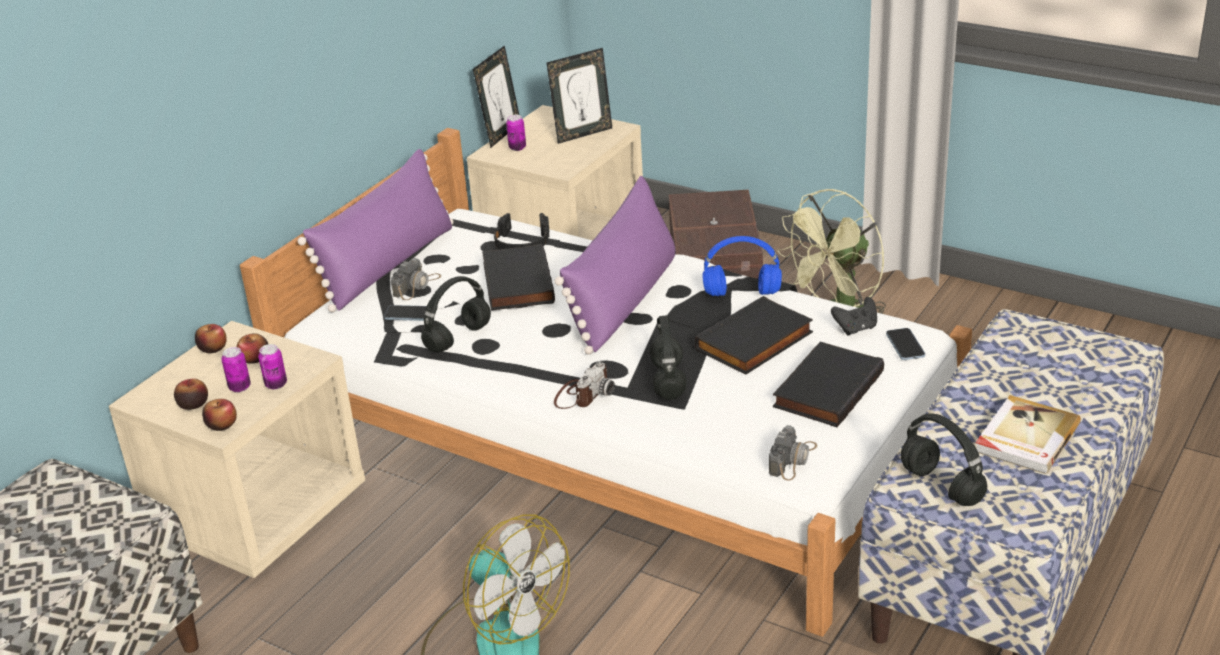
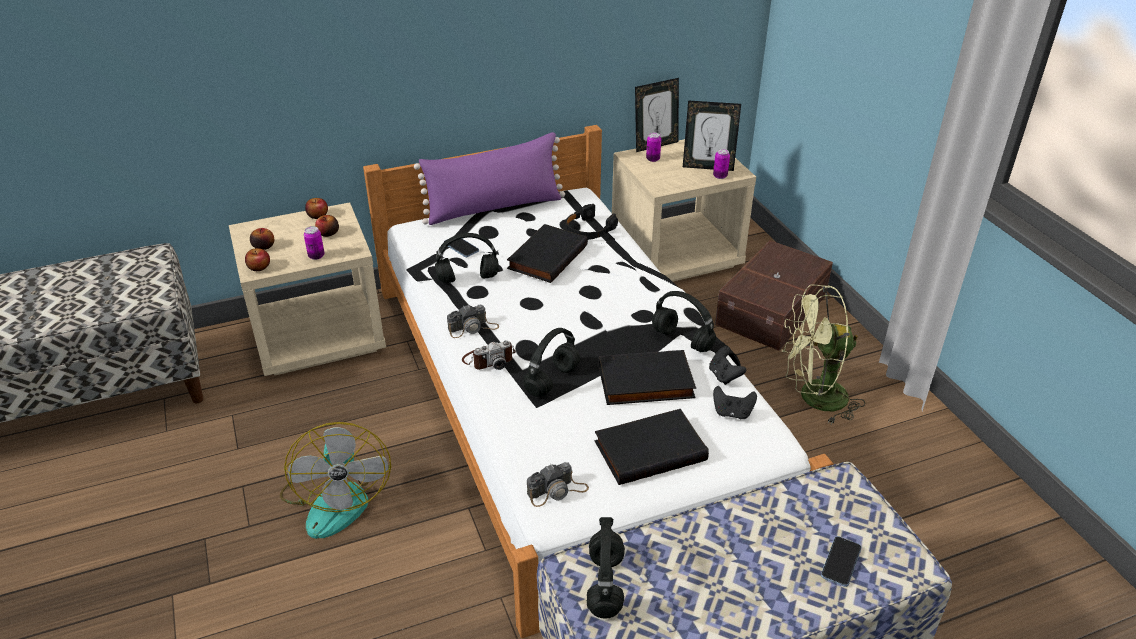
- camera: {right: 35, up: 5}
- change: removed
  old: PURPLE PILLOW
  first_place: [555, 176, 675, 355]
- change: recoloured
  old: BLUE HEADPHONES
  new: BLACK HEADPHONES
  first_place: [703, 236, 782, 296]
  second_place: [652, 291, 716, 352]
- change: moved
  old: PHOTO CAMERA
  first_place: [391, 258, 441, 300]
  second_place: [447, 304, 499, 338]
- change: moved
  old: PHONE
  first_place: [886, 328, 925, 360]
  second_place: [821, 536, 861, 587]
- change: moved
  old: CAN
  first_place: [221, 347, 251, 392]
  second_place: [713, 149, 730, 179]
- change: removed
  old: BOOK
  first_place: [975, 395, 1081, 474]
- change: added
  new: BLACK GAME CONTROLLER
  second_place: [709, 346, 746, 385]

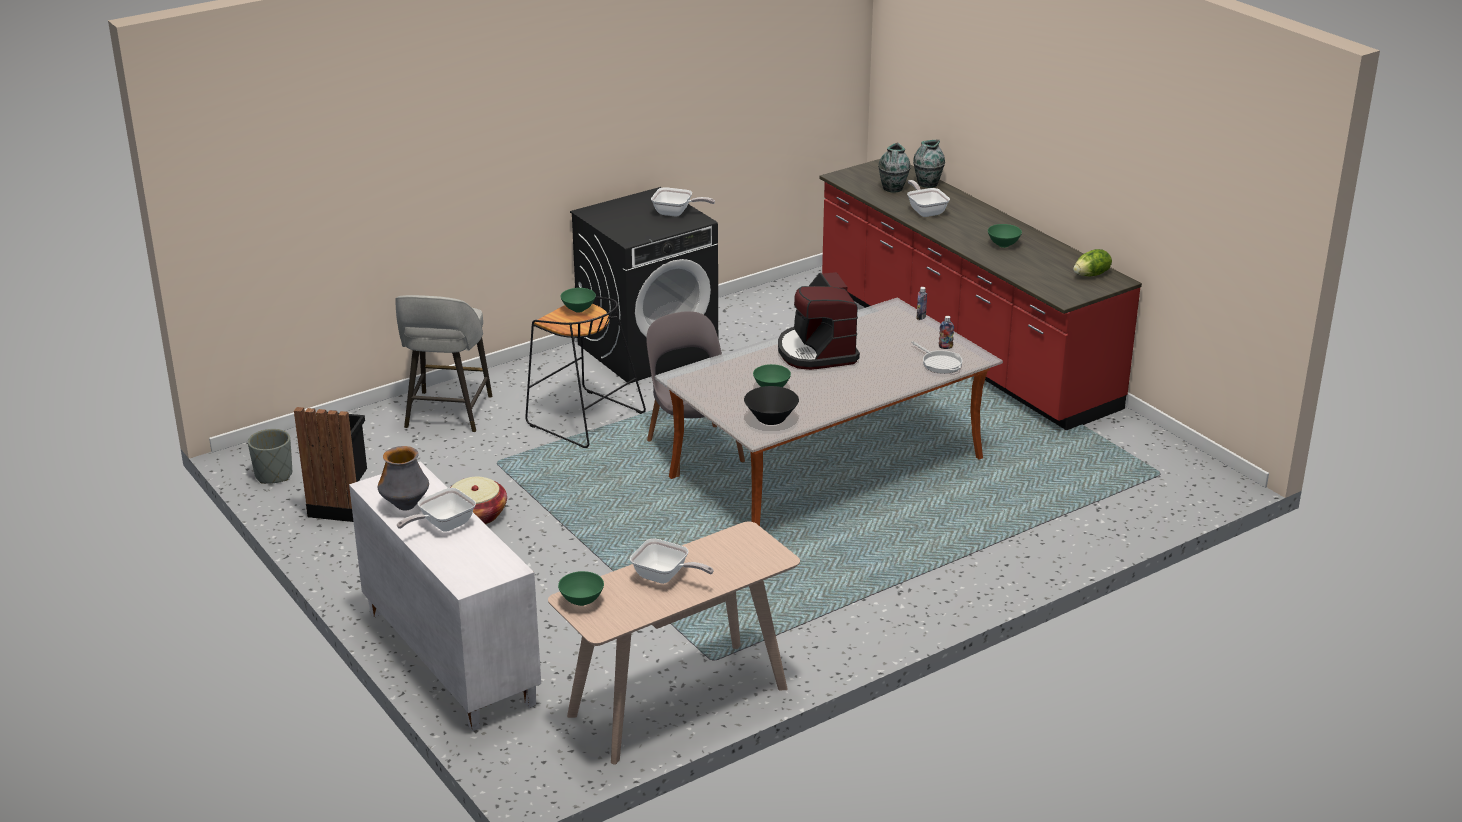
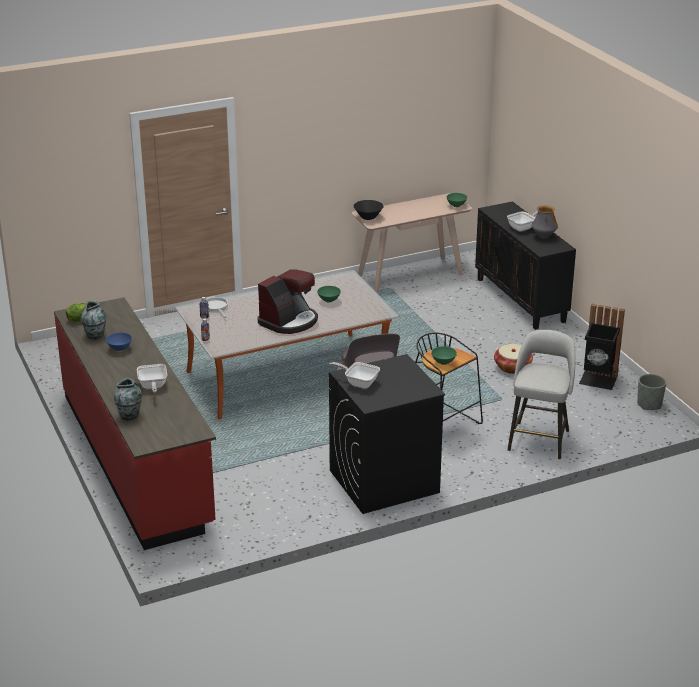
- camera: {right: -170, up: 0}
- change: moved
  old: VASE
  first_place: [878, 142, 911, 193]
  second_place: [81, 301, 106, 340]
- change: recoloured
  old: GREEN BOWL
  new: BLUE BOWL
  first_place: [988, 224, 1022, 248]
  second_place: [106, 332, 132, 351]
- change: turned
  old: COFFEE MACHINE
  first_place: [778, 272, 860, 370]
  second_place: [257, 270, 318, 334]
  degrees: 45
- change: moved
  old: BLACK BOWL
  first_place: [744, 386, 799, 425]
  second_place: [354, 200, 384, 220]
- change: recoloured
  old: WHITE CABINET
  new: BLACK CABINET
  first_place: [349, 461, 541, 731]
  second_place: [475, 201, 576, 330]
- change: removed
  old: FRYING PAN
  first_place: [630, 538, 714, 584]

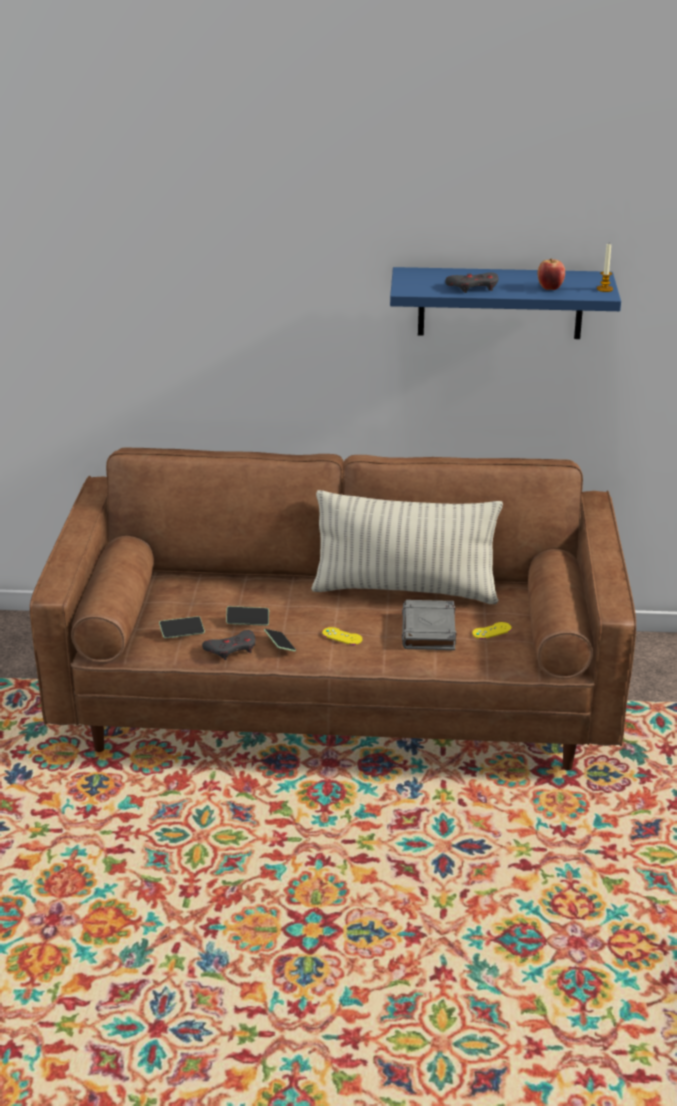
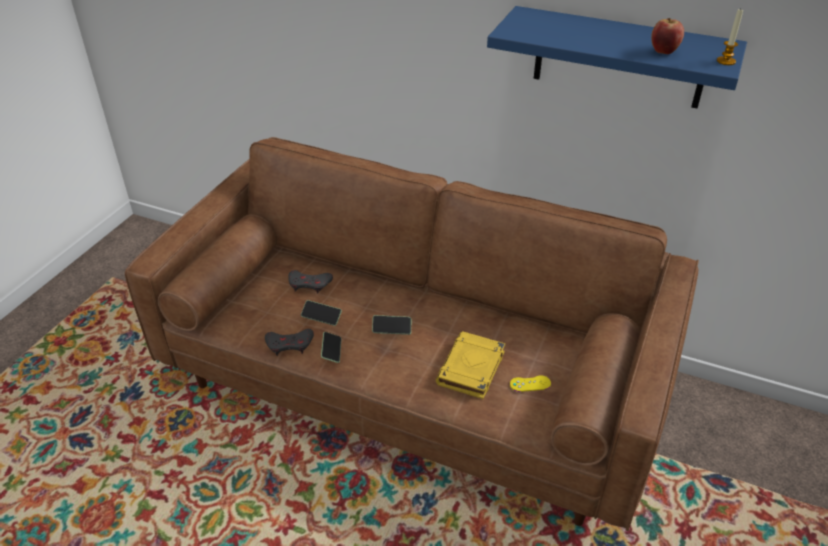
- camera: {right: 20, up: 10}
- change: moved
  old: GREY GAME CONTROLLER
  first_place: [445, 273, 499, 293]
  second_place: [288, 270, 333, 293]
- change: removed
  old: PILLOW
  first_place: [311, 490, 503, 604]
- change: recoloured
  old: GREY BOOK
  new: YELLOW BOOK
  first_place: [402, 600, 456, 650]
  second_place: [436, 331, 505, 399]
- change: moved
  old: PHONE
  first_place: [159, 616, 205, 638]
  second_place: [372, 315, 411, 335]
- change: removed
  old: YELLOW GAME CONTROLLER
  first_place: [322, 627, 362, 645]

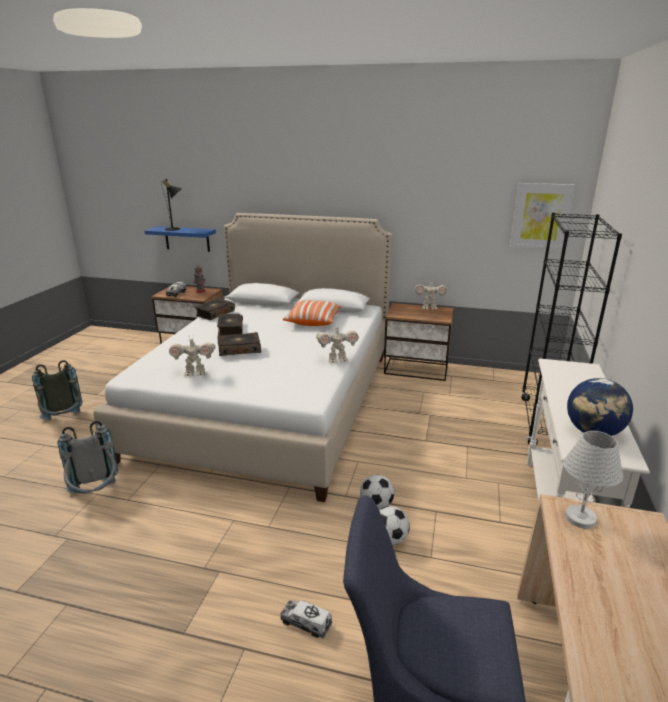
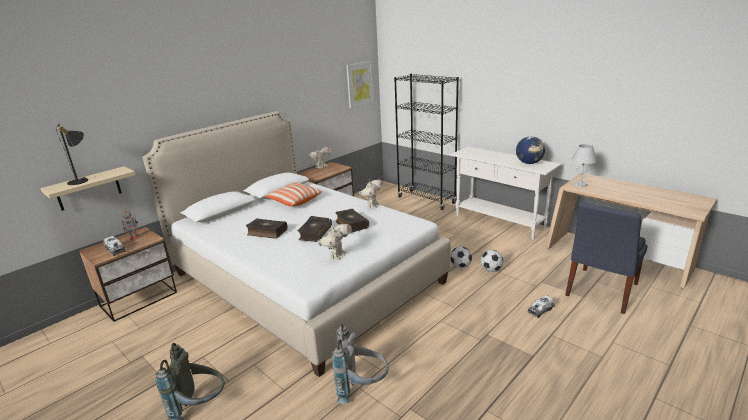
- camera: {right: -60, up: 0}
- change: recoloured
  old: BLUE SHELF
  new: BEIGE SHELF
  first_place: [144, 226, 216, 252]
  second_place: [40, 166, 136, 211]
- change: moved
  old: BOOK
  first_place: [195, 298, 235, 320]
  second_place: [335, 209, 369, 233]

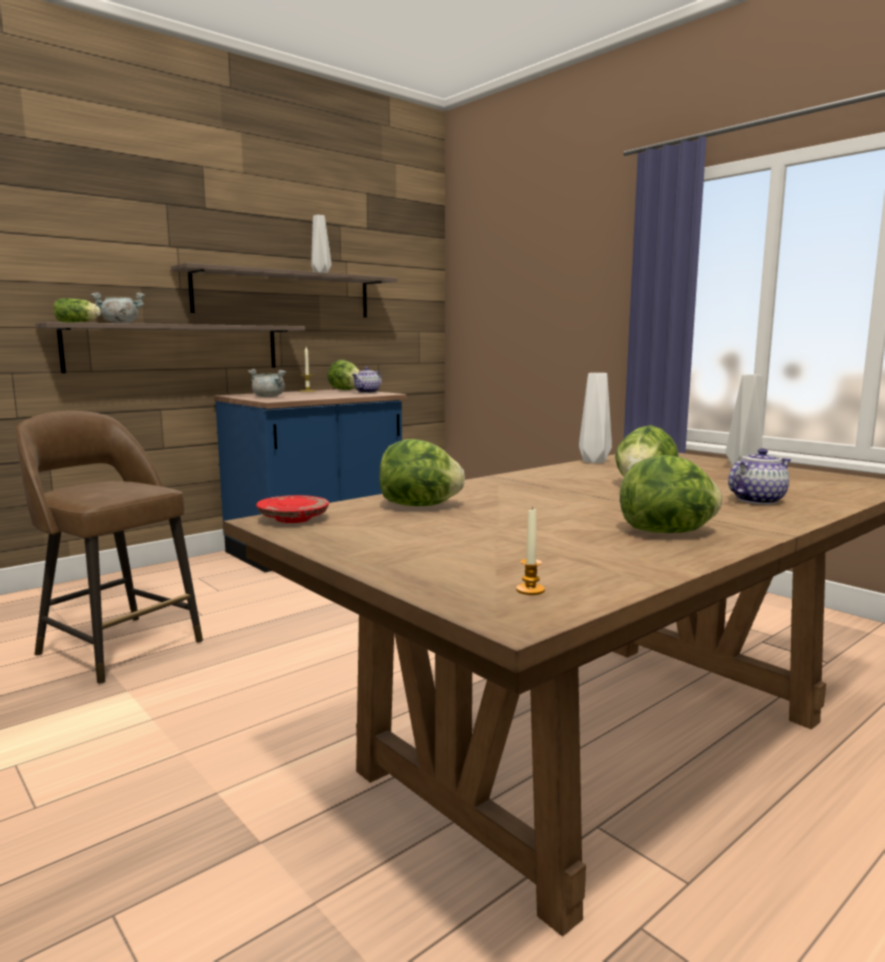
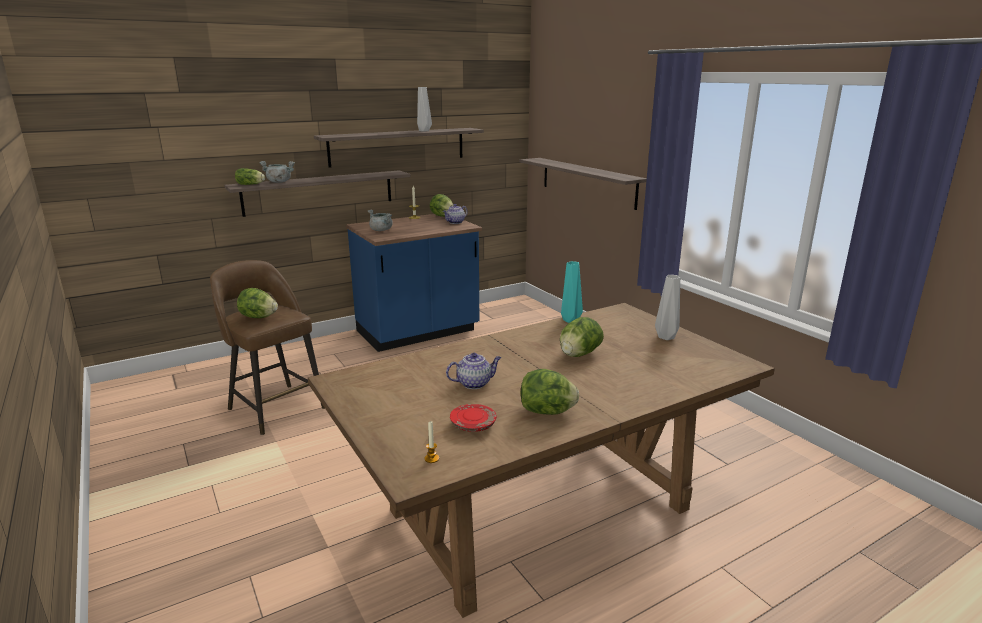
- camera: {right: 10, up: 10}
- change: recoloured
  old: WHITE VASE
  new: TURQUOISE VASE
  first_place: [579, 373, 612, 463]
  second_place: [561, 261, 583, 323]
- change: moved
  old: LETTUCE
  first_place: [379, 439, 465, 506]
  second_place: [237, 288, 278, 318]
- change: moved
  old: TEAPOT
  first_place: [728, 448, 791, 504]
  second_place: [446, 353, 501, 389]
- change: moved
  old: RED PLATE
  first_place: [256, 495, 329, 523]
  second_place: [450, 404, 497, 432]
- change: added
  new: SHELF
  second_place: [519, 158, 647, 210]

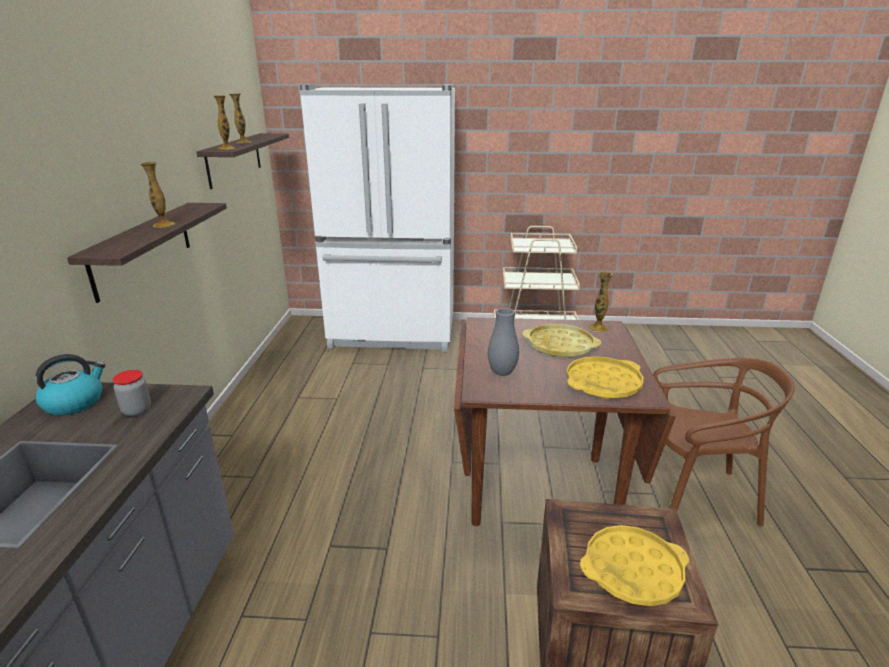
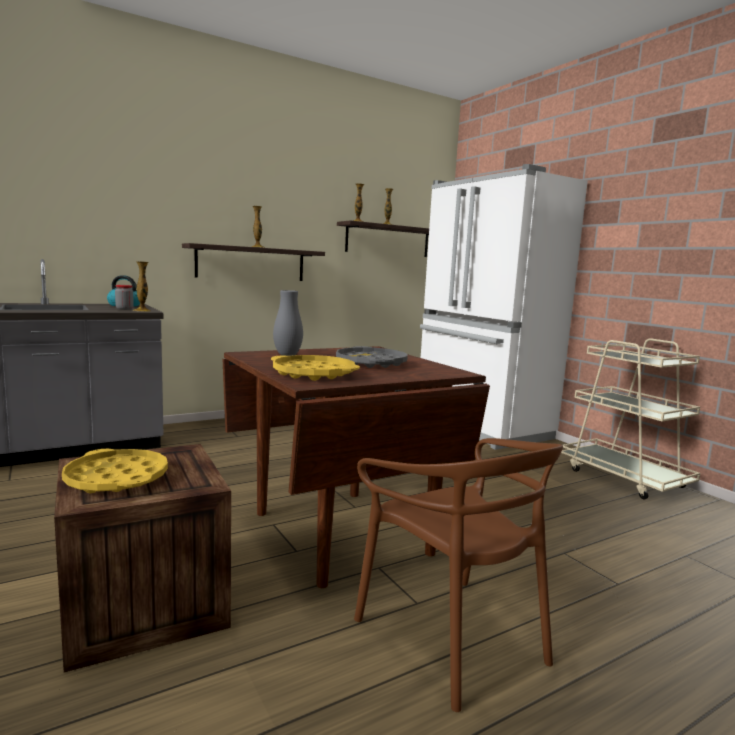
- camera: {right: 55, up: -15}
- change: moved
  old: VASE
  first_place: [589, 272, 613, 332]
  second_place: [133, 261, 151, 312]
- change: recoloured
  old: YELLOW TRAY
  new: GREY TRAY
  first_place: [522, 324, 601, 358]
  second_place: [336, 346, 408, 368]

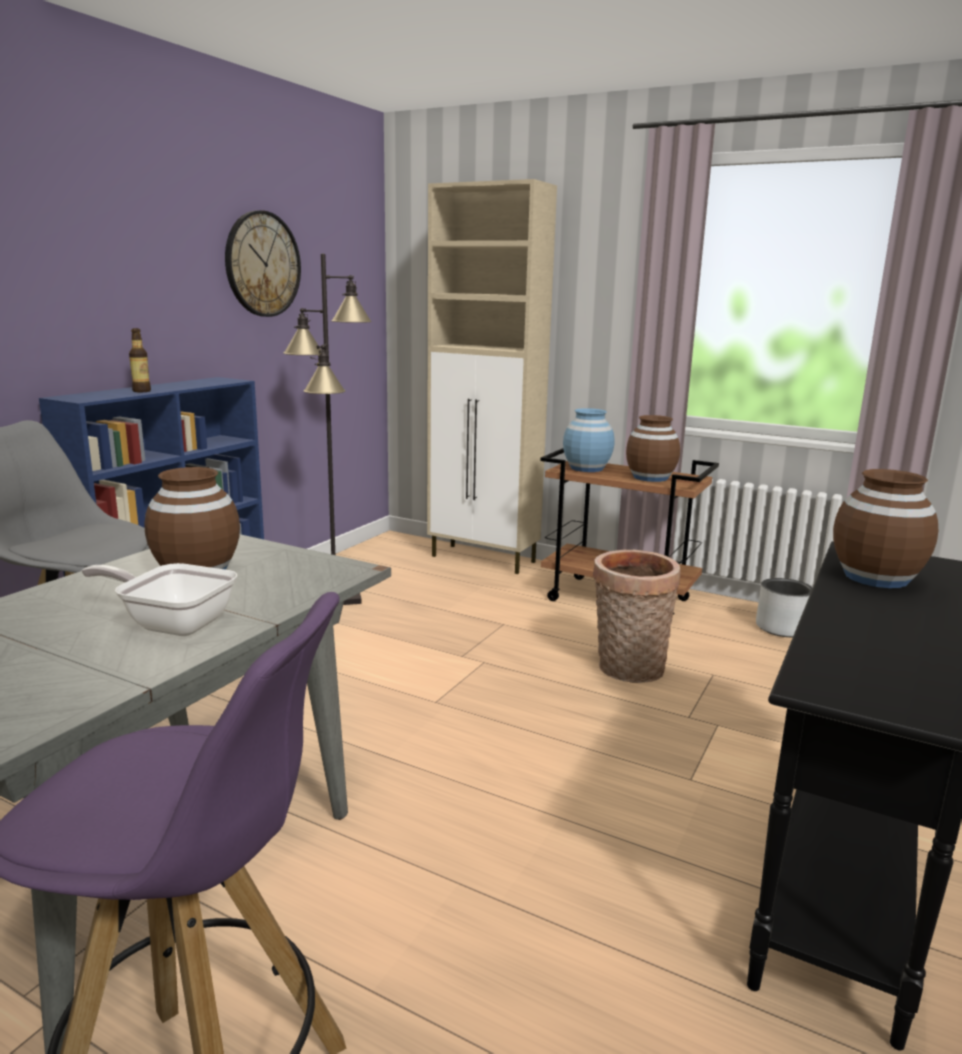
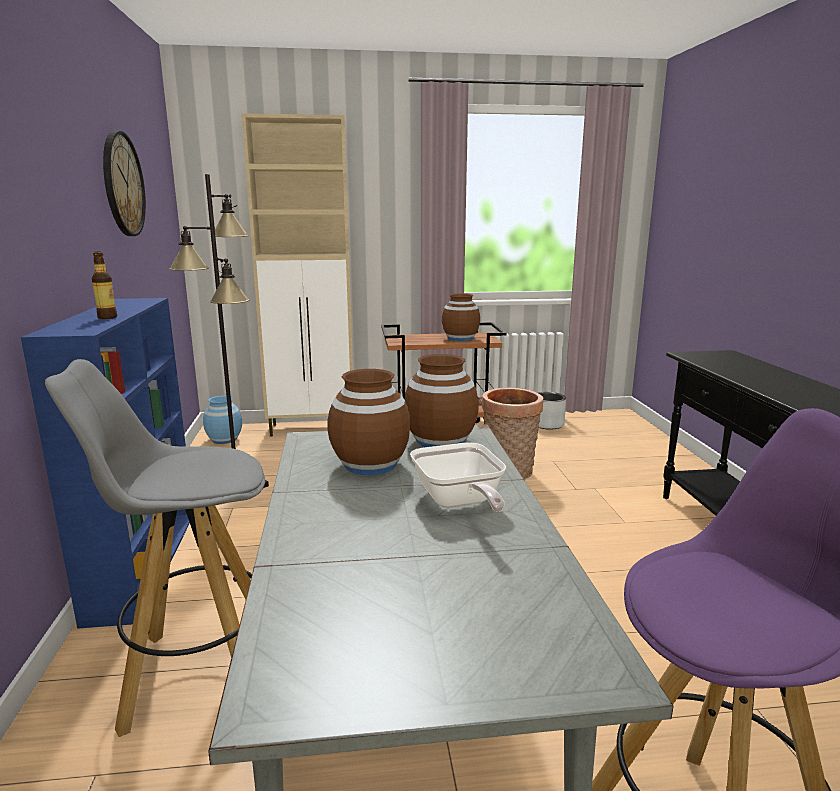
- camera: {right: -35, up: 0}
- change: moved
  old: BLUE VASE
  first_place: [563, 408, 615, 472]
  second_place: [203, 396, 242, 444]
- change: moved
  old: BROWN VASE
  first_place: [833, 469, 938, 588]
  second_place: [404, 354, 479, 447]
- change: turned
  old: FRYING PAN
  first_place: [82, 563, 237, 636]
  second_place: [410, 442, 506, 512]
  degrees: -90

